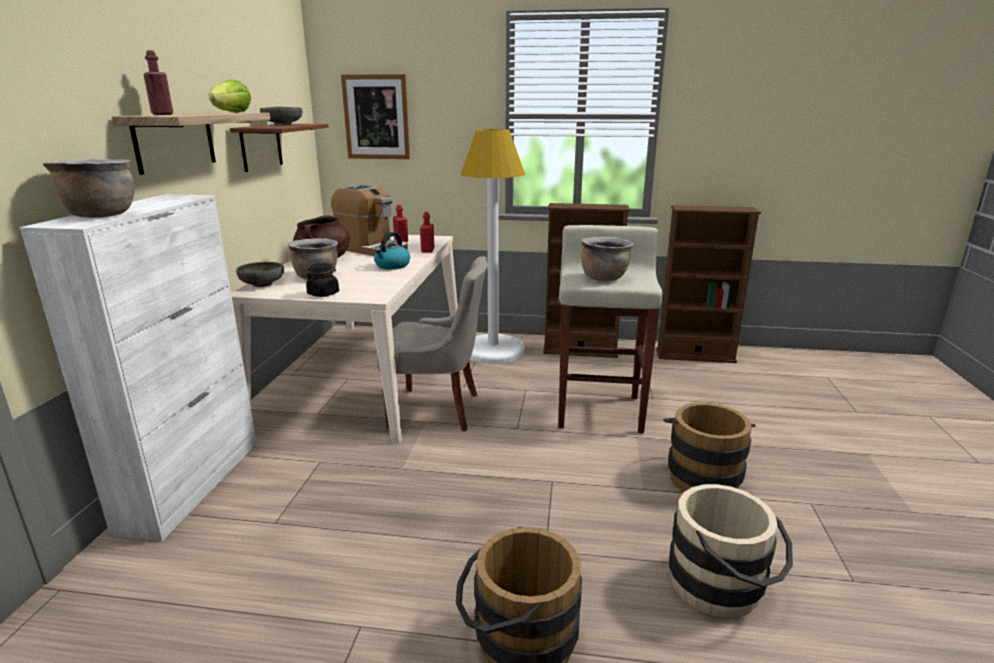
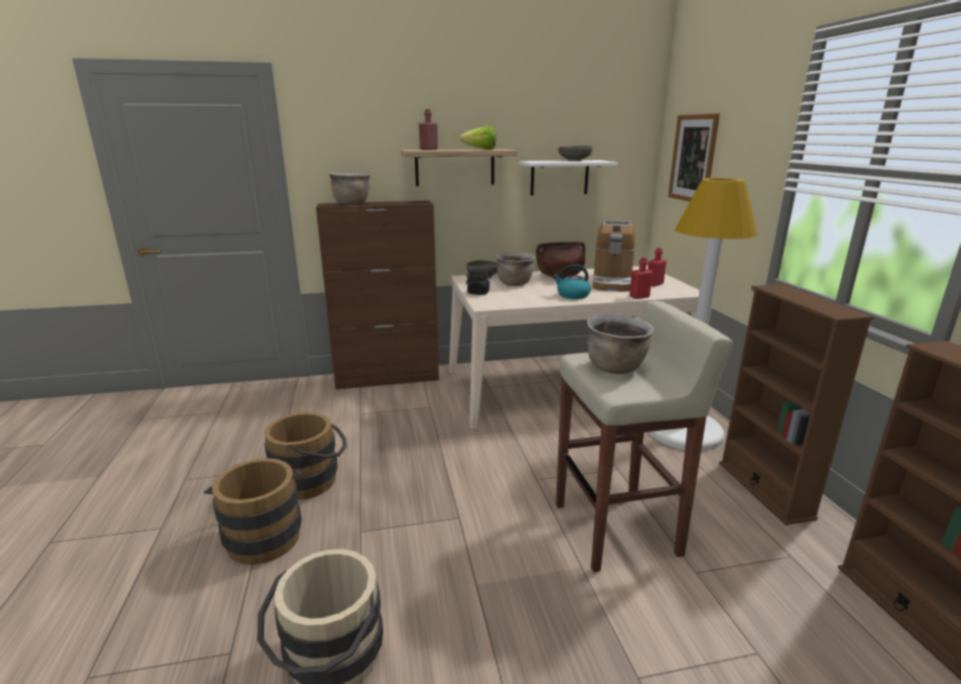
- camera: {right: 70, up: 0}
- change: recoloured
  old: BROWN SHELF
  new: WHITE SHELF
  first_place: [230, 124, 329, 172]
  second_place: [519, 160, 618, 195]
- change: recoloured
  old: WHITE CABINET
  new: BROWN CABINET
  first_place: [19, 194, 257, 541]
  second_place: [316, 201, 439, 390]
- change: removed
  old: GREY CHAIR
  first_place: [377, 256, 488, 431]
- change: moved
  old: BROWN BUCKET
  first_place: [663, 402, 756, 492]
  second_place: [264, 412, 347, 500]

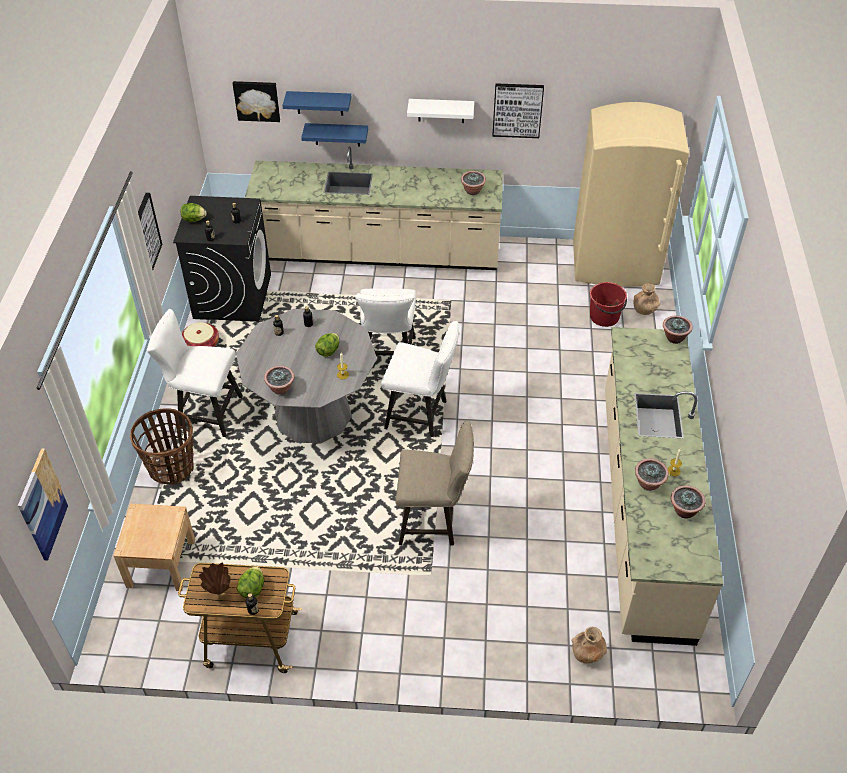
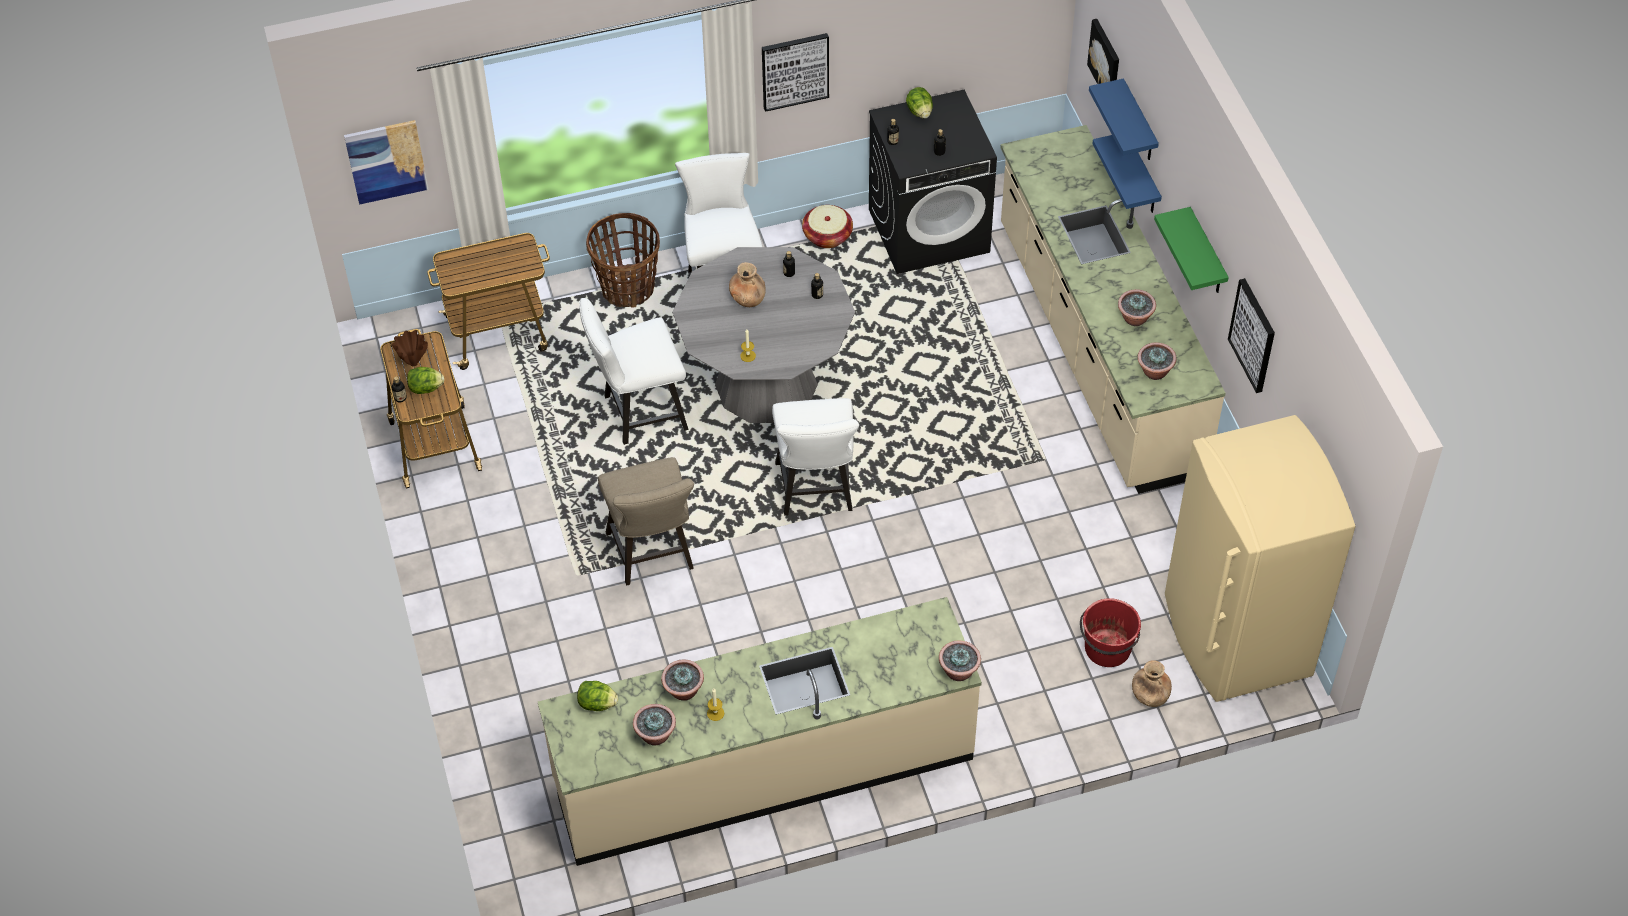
- camera: {right: 70, up: 5}
- change: recoloured
  old: WHITE SHELF
  new: GREEN SHELF
  first_place: [407, 99, 474, 123]
  second_place: [1154, 207, 1229, 293]
- change: moved
  old: WHITE CHAIR
  first_place: [355, 288, 416, 355]
  second_place: [579, 298, 688, 445]
- change: moved
  old: LETTUCE
  first_place: [315, 333, 339, 357]
  second_place: [577, 681, 618, 711]
- change: moved
  old: POTTED PLANT
  first_place: [264, 366, 294, 395]
  second_place: [1118, 289, 1156, 326]
- change: replaced
  old: BEIGE NIGHTSTAND
  new: CART
  first_place: [114, 504, 195, 591]
  second_place: [427, 233, 550, 370]
- change: moved
  old: BROWN VASE
  first_place: [572, 627, 607, 663]
  second_place: [729, 262, 766, 307]

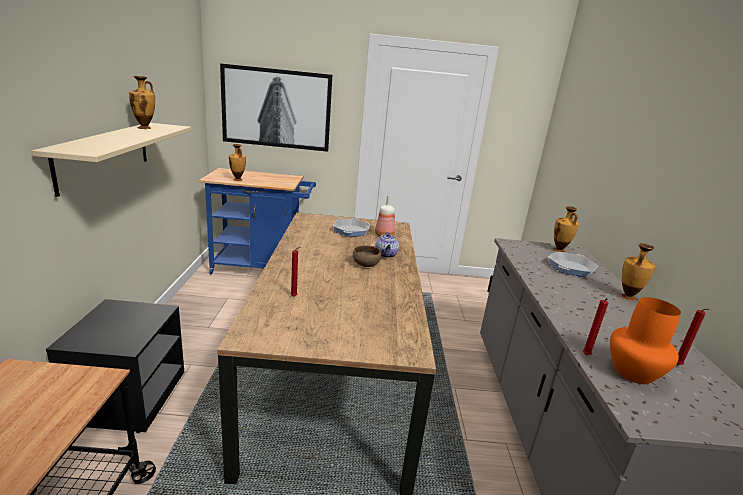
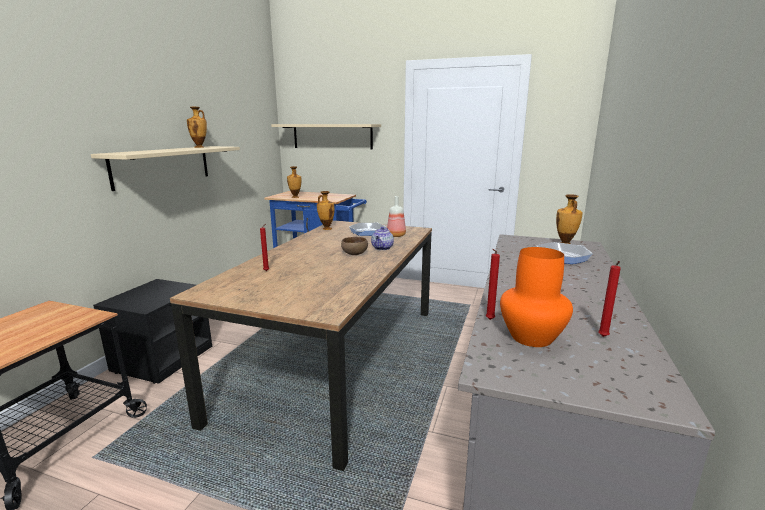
- camera: {right: 20, up: -5}
- change: replaced
  old: PICTURE
  new: BEIGE SHELF
  first_place: [220, 63, 332, 152]
  second_place: [271, 124, 381, 150]
- change: moved
  old: VASE
  first_place: [621, 243, 655, 301]
  second_place: [317, 191, 335, 230]

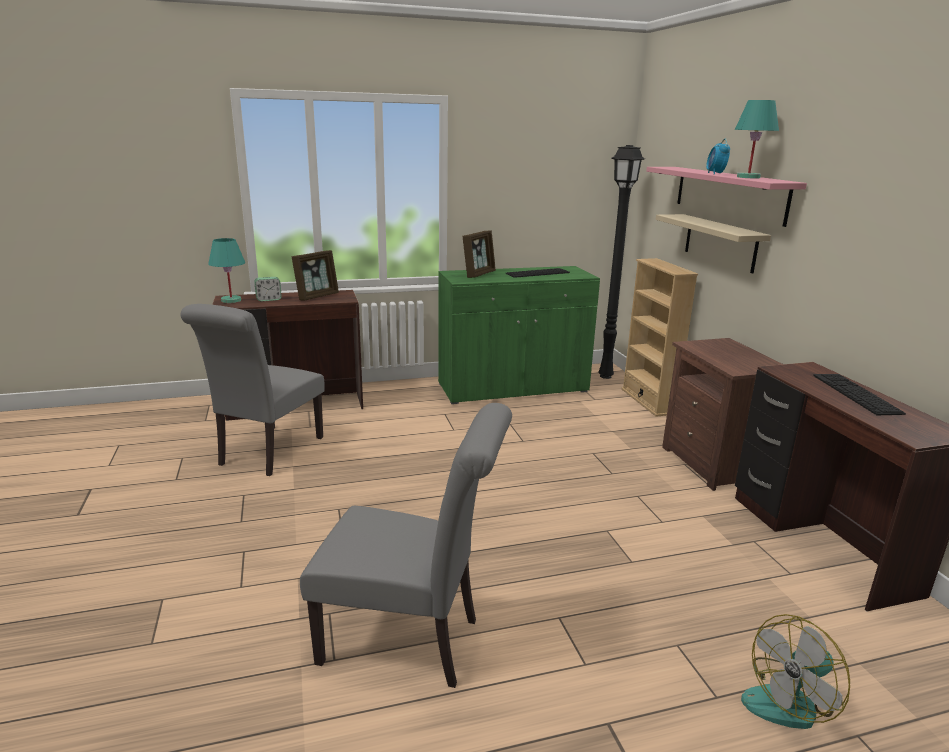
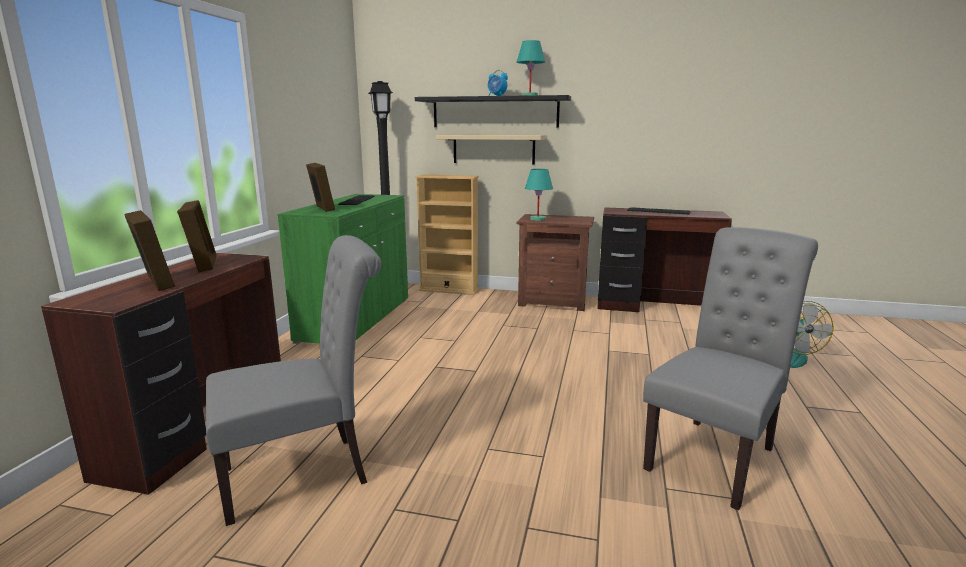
- camera: {right: -60, up: -5}
- change: recoloured
  old: PINK SHELF
  new: BLACK SHELF
  first_place: [646, 167, 807, 227]
  second_place: [415, 95, 571, 127]
- change: moved
  old: TURQUOISE TABLE LAMP
  first_place: [208, 238, 245, 303]
  second_place: [525, 169, 553, 221]
- change: replaced
  old: ALARM CLOCK
  new: PICTURE FRAME
  first_place: [254, 277, 282, 301]
  second_place: [124, 210, 175, 291]
- change: turned
  old: GREY CHAIR
  first_place: [181, 304, 325, 476]
  second_place: [206, 235, 381, 526]
  degrees: -75

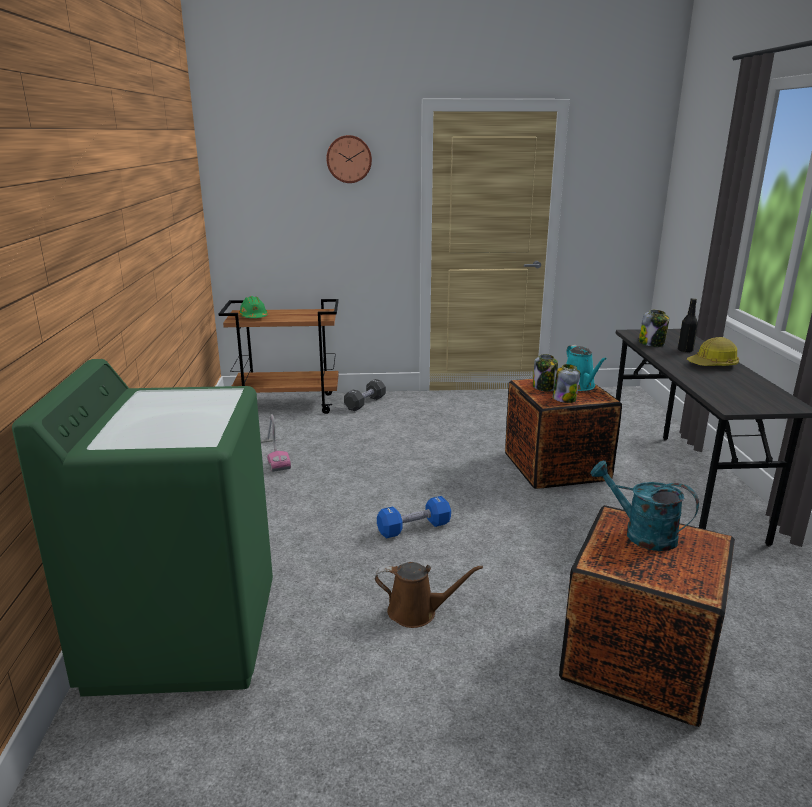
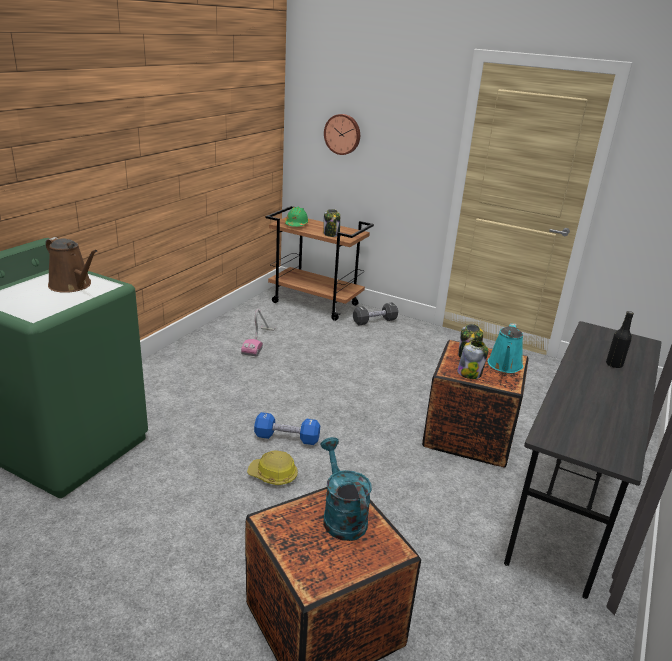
- camera: {right: 30, up: 5}
- change: moved
  old: WALL CLOCK
  first_place: [326, 135, 372, 183]
  second_place: [324, 114, 360, 155]
- change: moved
  old: JAR
  first_place: [639, 310, 669, 347]
  second_place: [323, 209, 340, 237]
- change: moved
  old: HARD HAT
  first_place: [686, 337, 739, 366]
  second_place: [247, 450, 298, 485]
- change: moved
  old: BROWN WATERING CAN
  first_place: [375, 562, 483, 628]
  second_place: [46, 237, 98, 293]

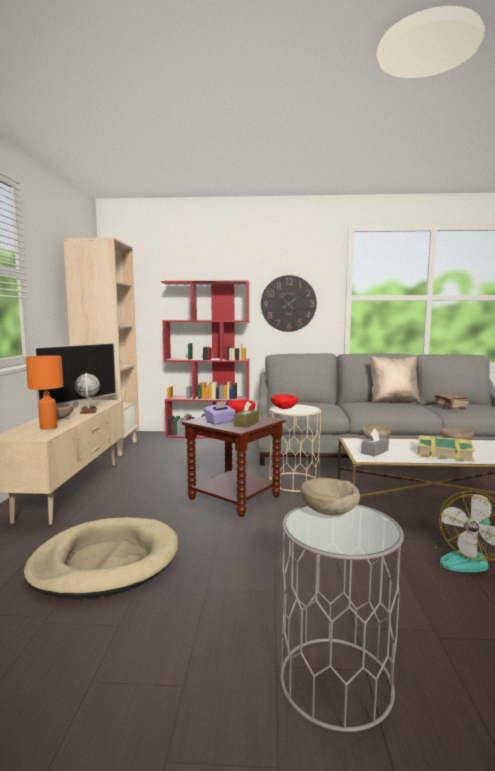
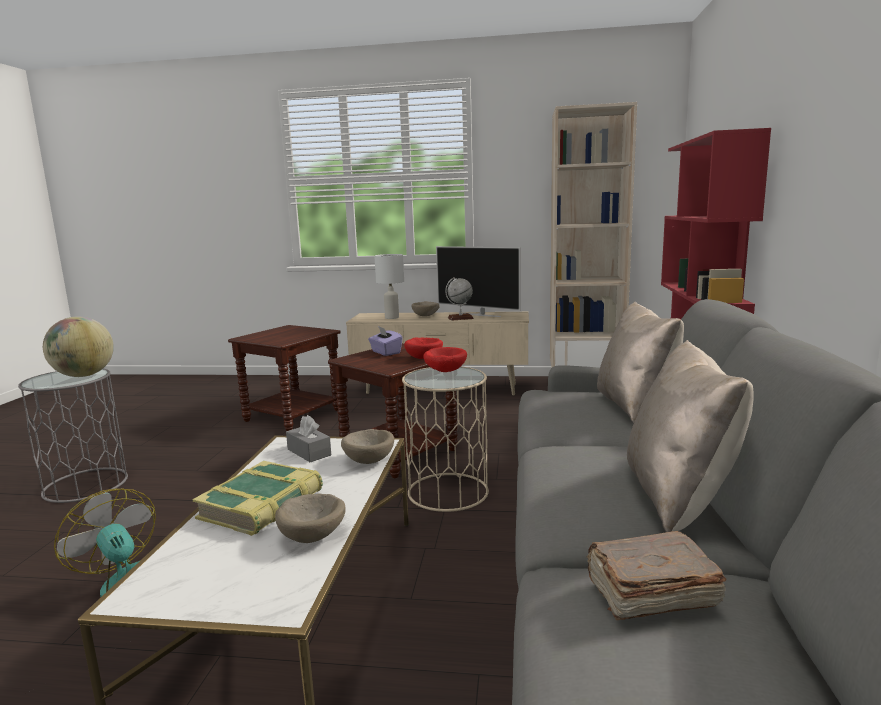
- camera: {right: 95, up: 5}
- change: removed
  old: WALL CLOCK
  first_place: [261, 275, 317, 332]
- change: recoloured
  old: ORANGE TABLE LAMP
  new: WHITE TABLE LAMP
  first_place: [26, 355, 63, 430]
  second_place: [374, 254, 404, 319]
- change: removed
  old: BROWN TISSUE BOX
  first_place: [234, 401, 259, 428]
- change: replaced
  old: BEIGE BOWL
  new: GLOBE
  first_place: [301, 478, 360, 516]
  second_place: [43, 317, 114, 377]
- change: replaced
  old: BEIGE DOG BED
  new: BROWN SIDE TABLE
  first_place: [24, 517, 178, 599]
  second_place: [228, 325, 341, 431]
- change: added
  new: BEIGE PILLOW
  second_place: [597, 301, 684, 424]

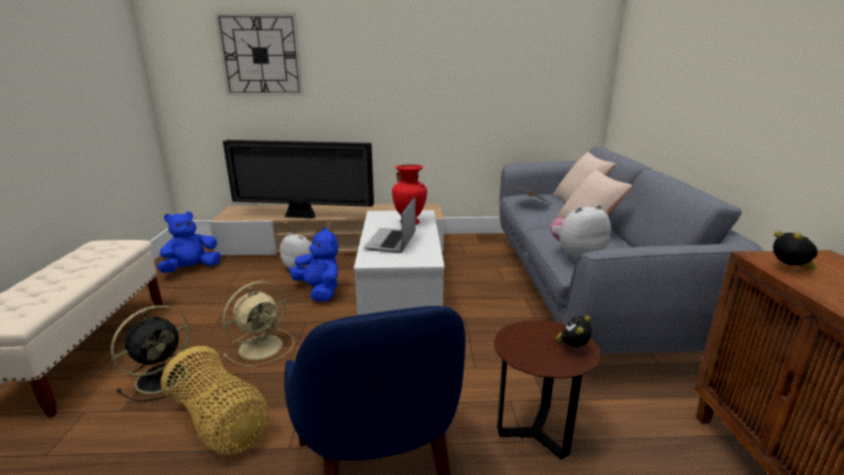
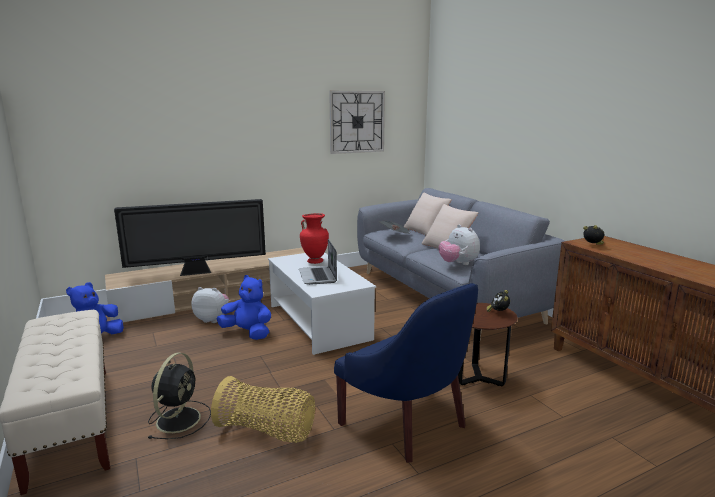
- camera: {right: -25, up: -5}
- change: moved
  old: WALL CLOCK
  first_place: [215, 13, 303, 96]
  second_place: [329, 91, 385, 154]
- change: turned
  old: PLUSH TOY
  first_place: [550, 204, 611, 261]
  second_place: [438, 224, 480, 265]
  degrees: -75
- change: removed
  old: BEIGE FAN
  first_place: [223, 281, 294, 366]

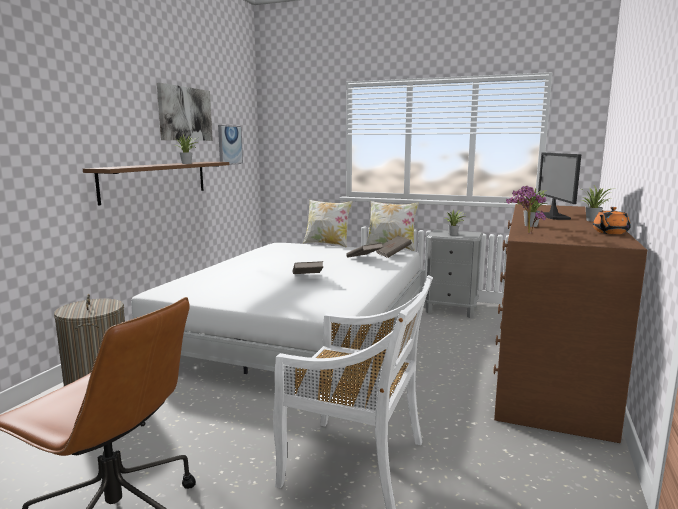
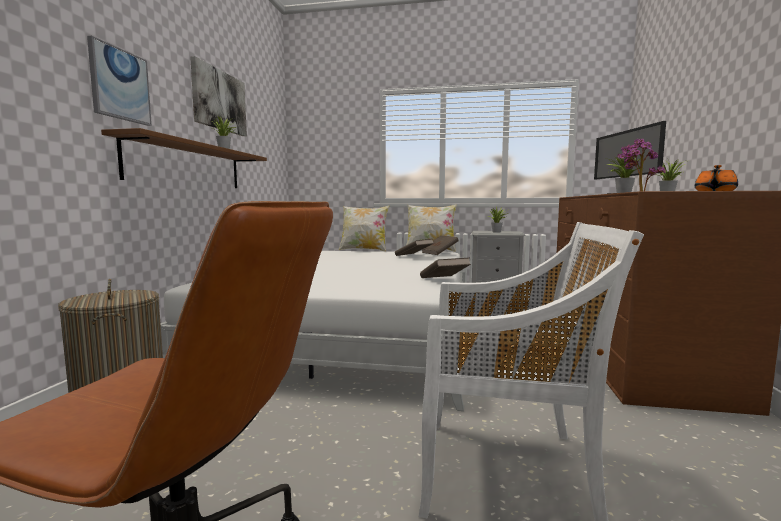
- camera: {right: -10, up: -5}
- change: moved
  old: PICTURE
  first_place: [218, 125, 243, 165]
  second_place: [87, 36, 152, 126]
- change: moved
  old: BROWN BOOK
  first_place: [292, 261, 323, 274]
  second_place: [420, 258, 471, 278]

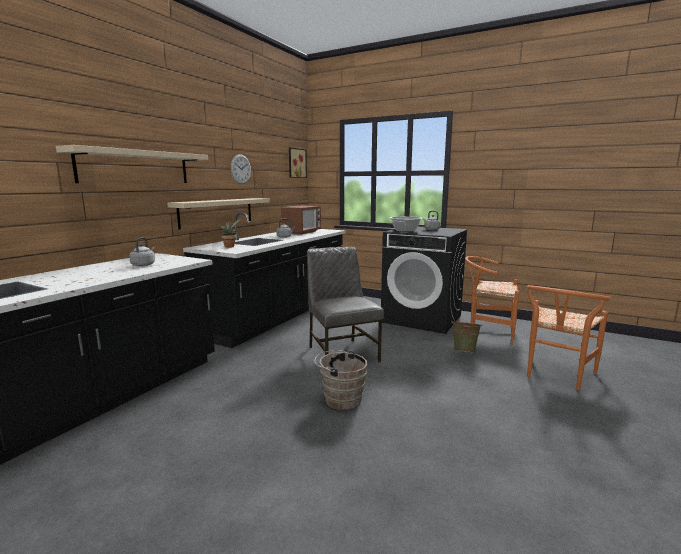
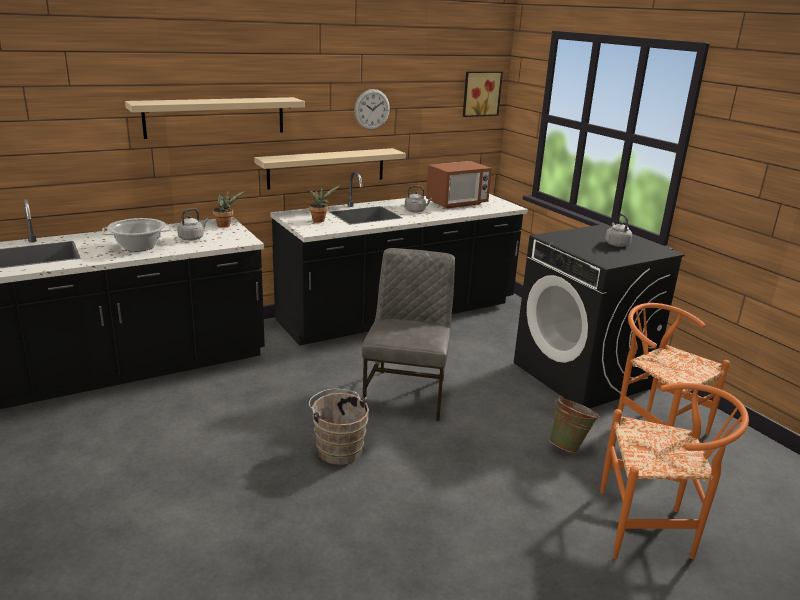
- camera: {right: 30, up: 10}
- change: moved
  old: COOKING POT
  first_place: [389, 216, 423, 232]
  second_place: [102, 218, 171, 252]
- change: turned
  old: ORANGE CHAIR
  first_place: [527, 285, 611, 390]
  second_place: [600, 383, 749, 559]
  degrees: -150
- change: added
  new: POTTED PLANT
  second_place: [213, 191, 245, 228]

